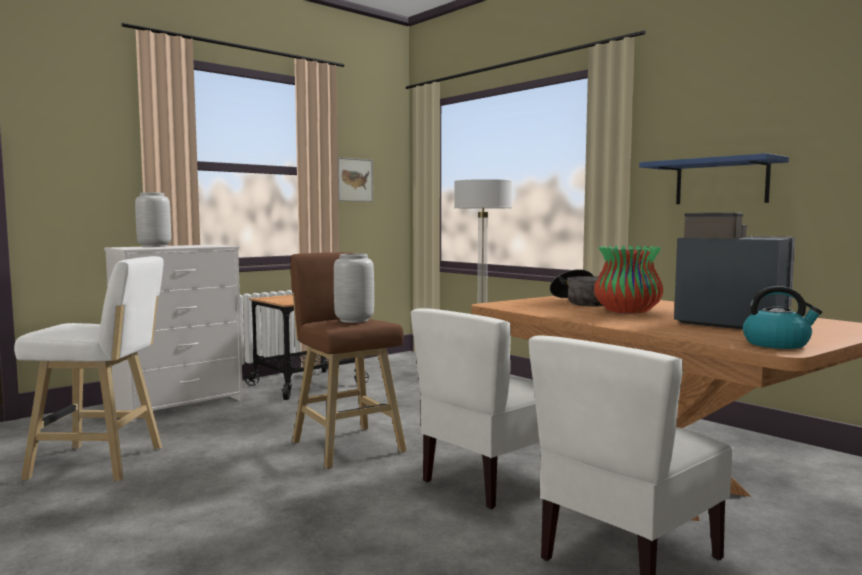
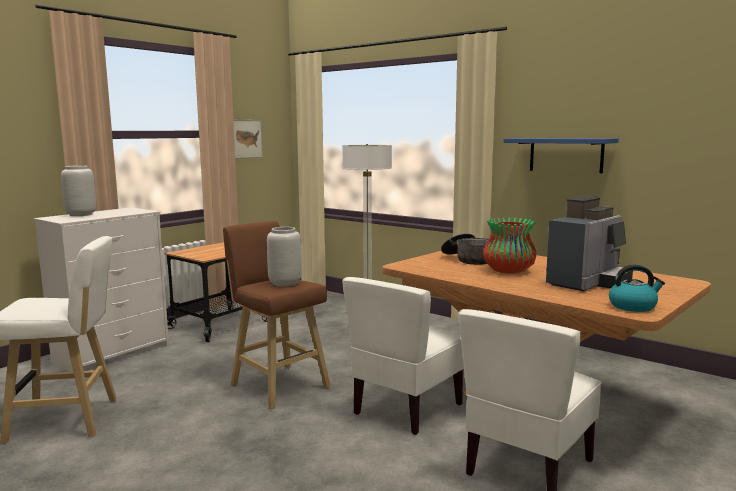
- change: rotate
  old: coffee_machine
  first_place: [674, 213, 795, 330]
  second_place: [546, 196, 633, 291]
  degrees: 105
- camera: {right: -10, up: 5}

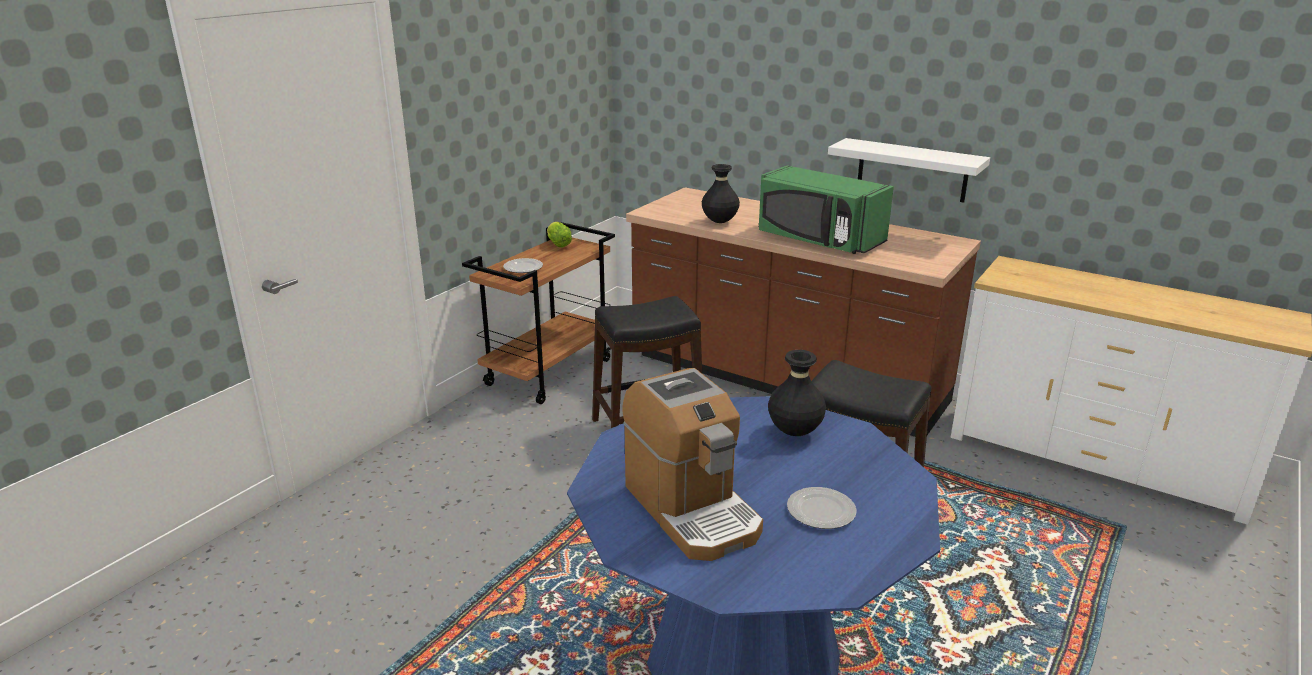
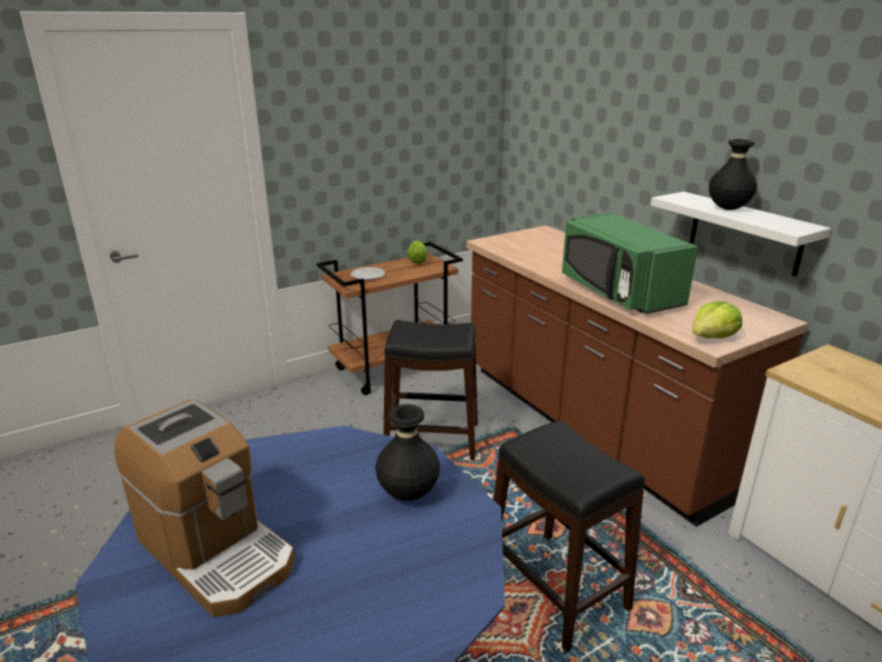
- change: rotate
  old: coffee_machine
  first_place: [623, 368, 763, 561]
  second_place: [114, 399, 295, 617]
  degrees: -45
- change: move
  old: black_vase
  first_place: [702, 164, 740, 223]
  second_place: [709, 139, 757, 210]
- change: delete
  old: plate
  first_place: [787, 487, 857, 529]
- change: insert
  new: lettuce
  second_place: [692, 301, 742, 338]
- camera: {right: 25, up: 0}

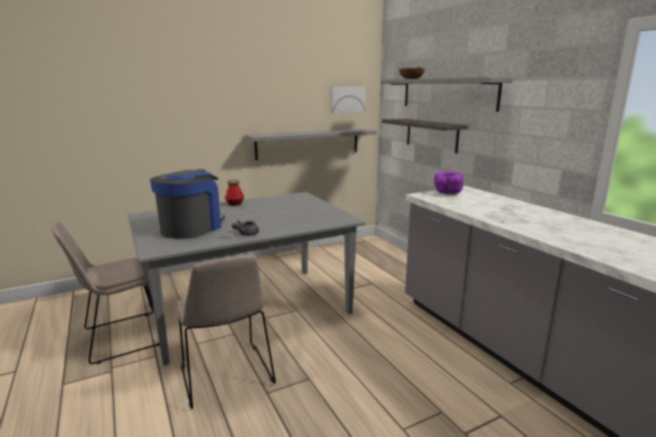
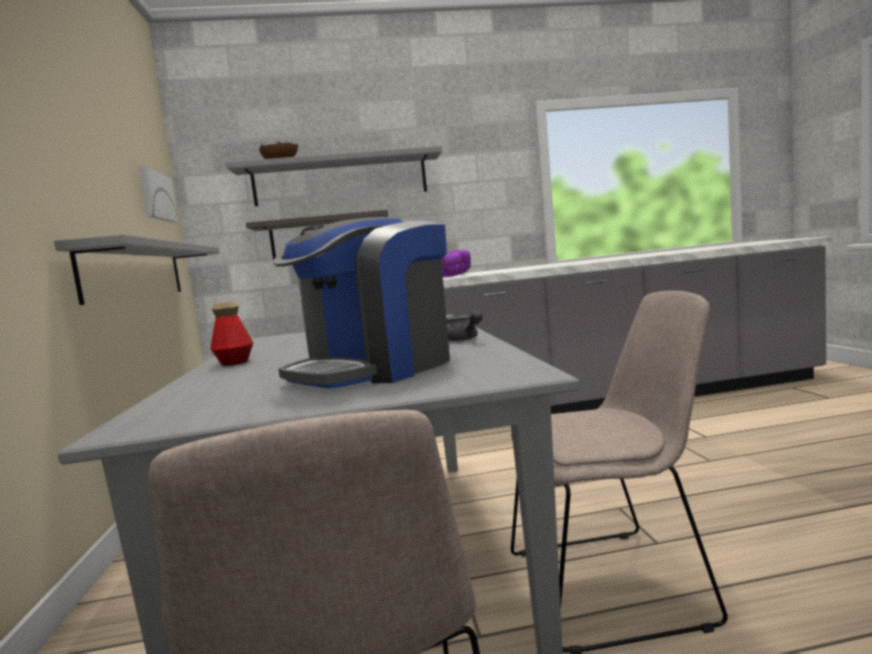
- change: rotate
  old: coffee_machine
  first_place: [150, 169, 225, 239]
  second_place: [273, 217, 450, 389]
  degrees: -90
- camera: {right: -70, up: -10}

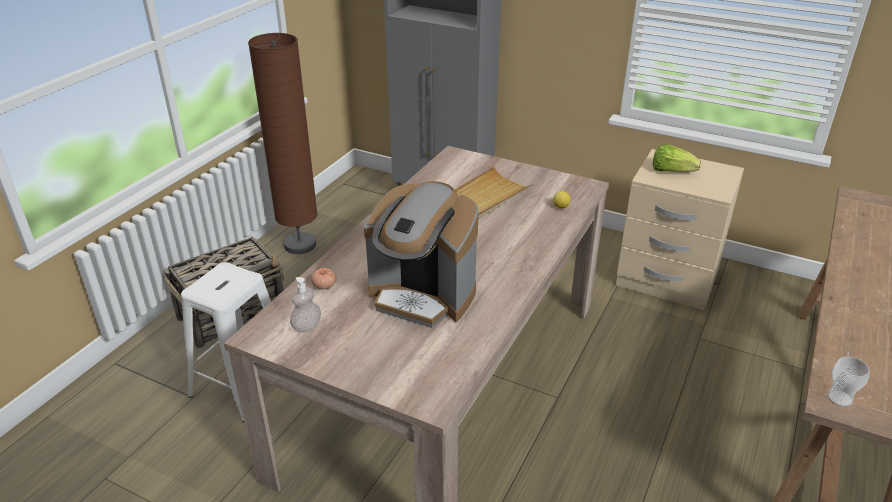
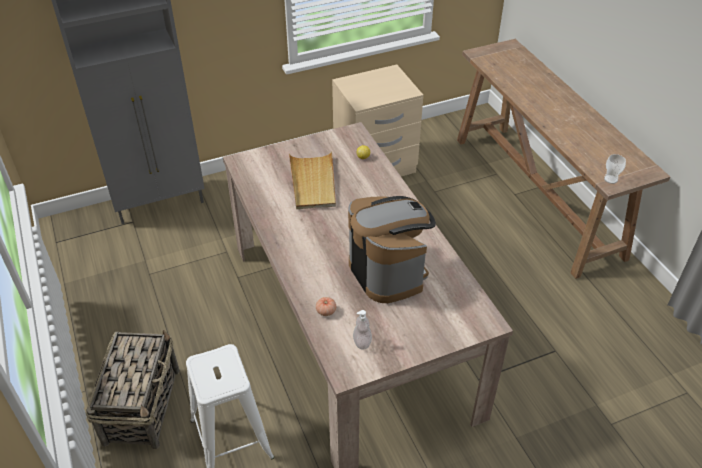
- change: delete
  old: brown_floor_lamp
  first_place: [248, 33, 318, 254]
- change: rotate
  old: coffee_machine
  first_place: [364, 181, 479, 328]
  second_place: [348, 196, 436, 303]
  degrees: -90
- change: delete
  old: lettuce
  first_place: [653, 144, 701, 172]
- camera: {right: -50, up: 10}

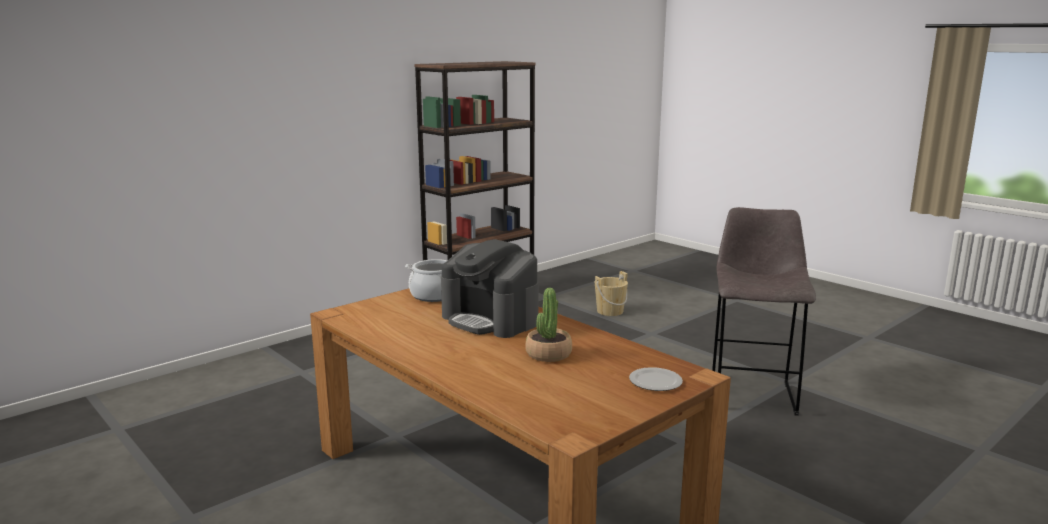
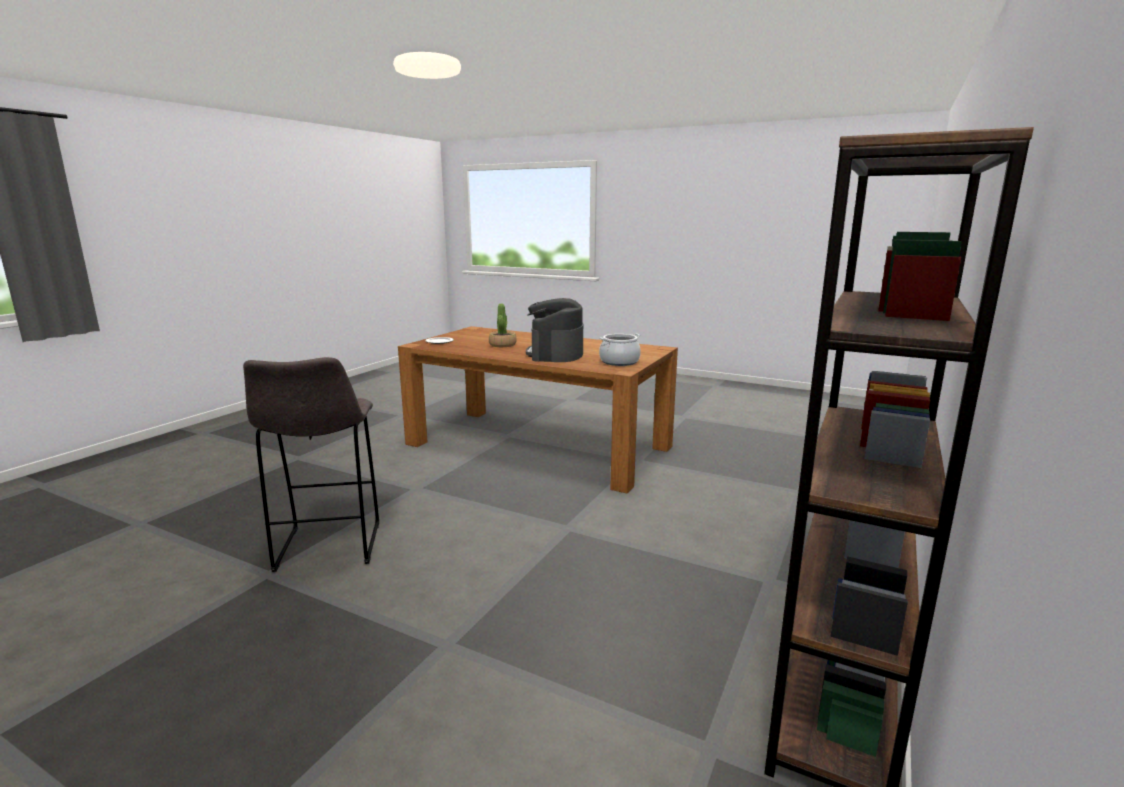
- change: rotate
  old: coffee_machine
  first_place: [441, 239, 539, 338]
  second_place: [526, 298, 583, 362]
  degrees: -105
- change: delete
  old: beige_bucket
  first_place: [595, 271, 628, 316]
- camera: {right: 160, up: 0}

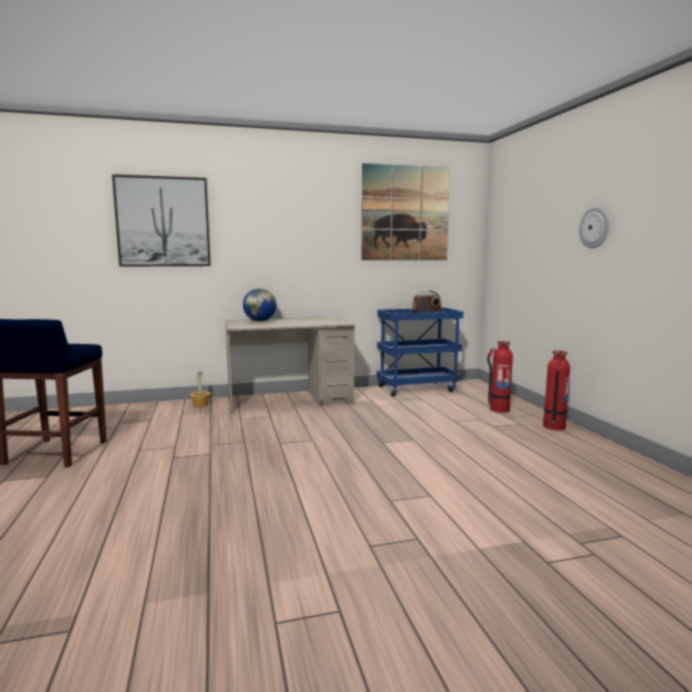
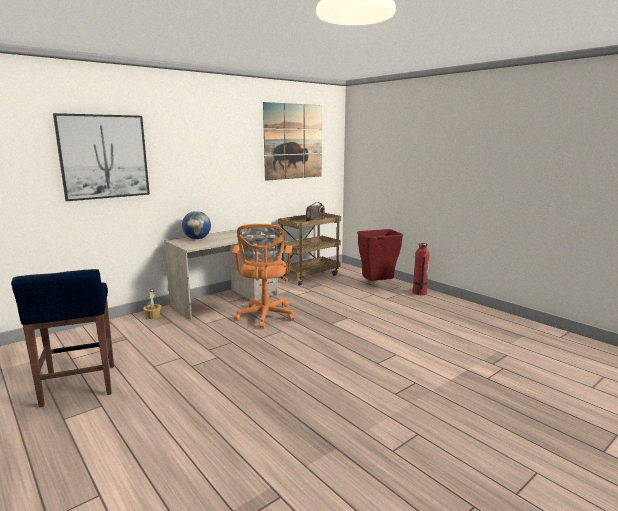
- change: recolor
  old: blue_cart
  new: brown_cart
  first_place: [377, 308, 463, 397]
  second_place: [278, 213, 341, 286]
- change: replace
  old: fire_extinguisher
  new: red_trash_can
  first_place: [487, 341, 513, 413]
  second_place: [357, 229, 403, 281]
- change: delete
  old: wall_clock
  first_place: [579, 207, 609, 248]
- change: insert
  new: orange_office_chair
  second_place: [232, 224, 294, 329]
- camera: {right: -25, up: 5}

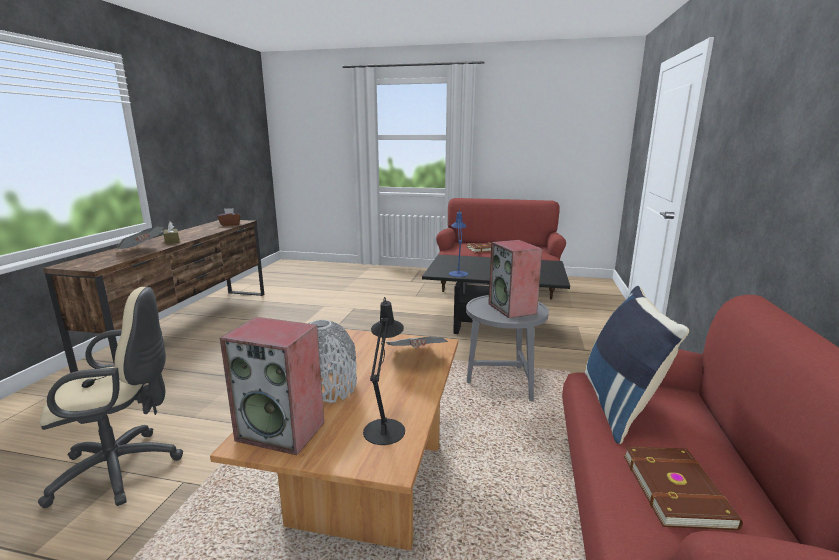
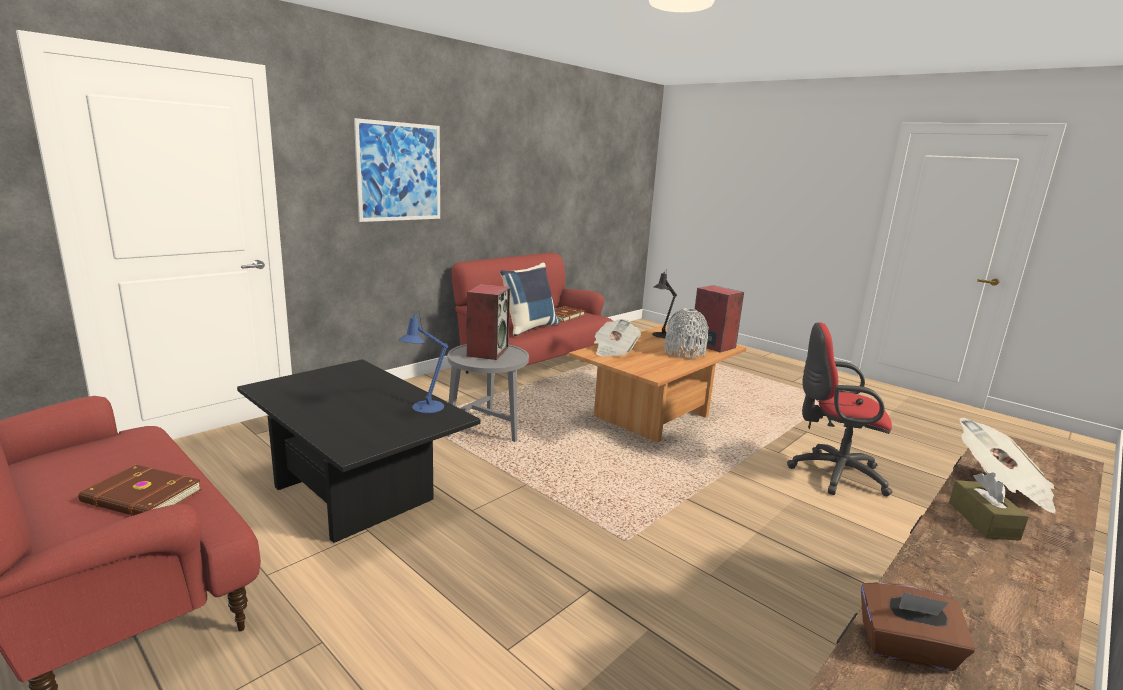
- change: recolor
  old: beige_office_chair
  new: red_office_chair
  first_place: [38, 287, 183, 508]
  second_place: [787, 322, 892, 496]
- change: insert
  new: picture
  second_place: [354, 118, 440, 222]
- camera: {right: -150, up: 0}

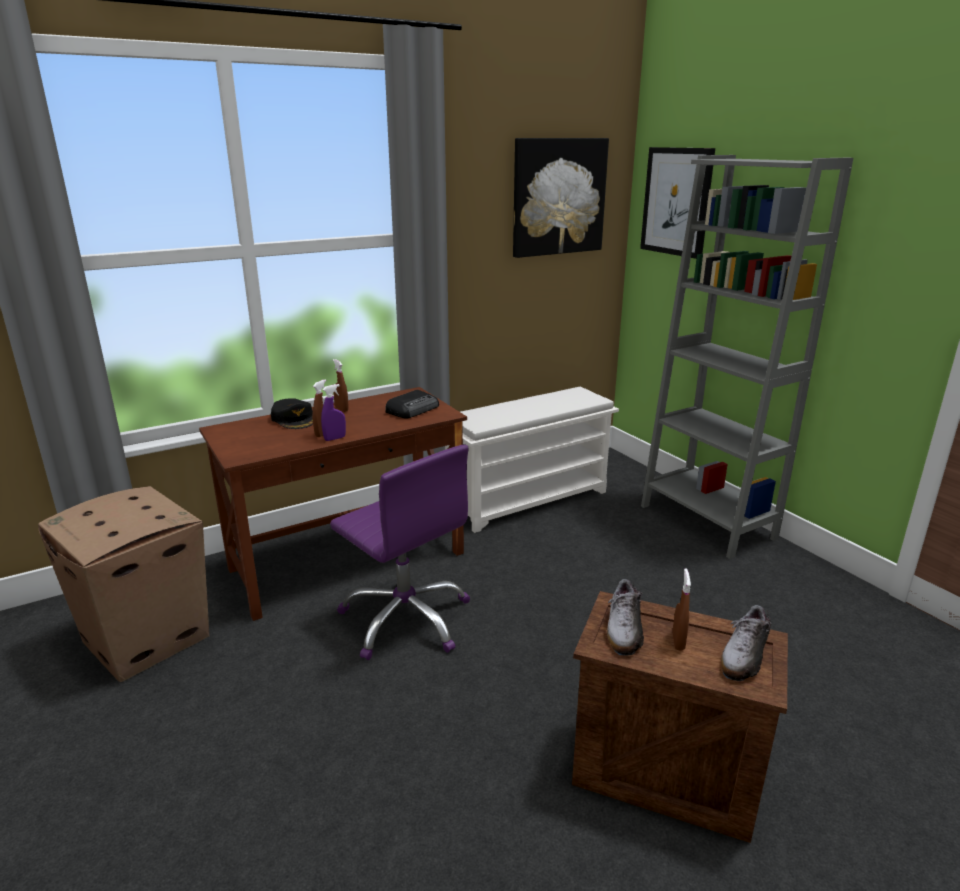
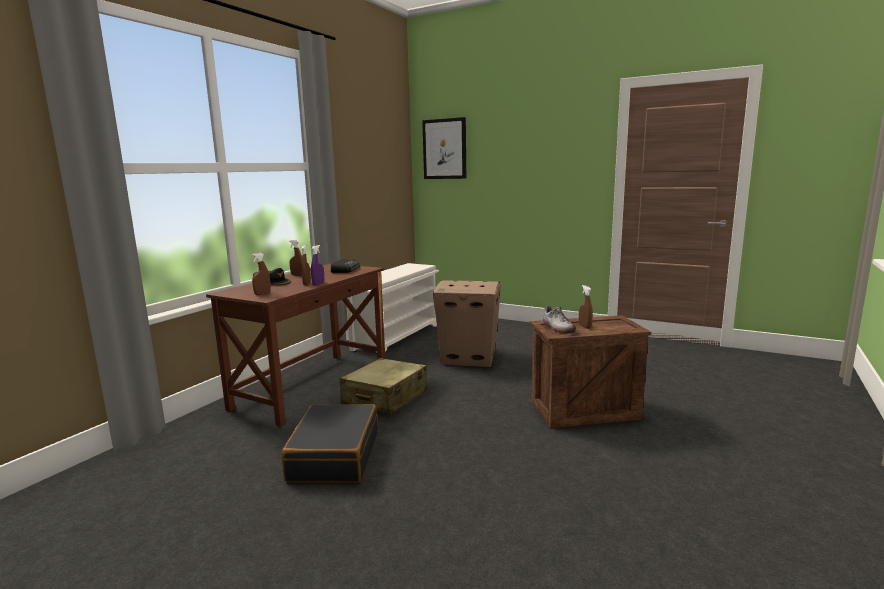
- change: move
  old: cardboard_box
  first_place: [38, 486, 210, 682]
  second_place: [433, 280, 501, 367]
- change: replace
  old: purple_office_chair
  new: beige_suitcase
  first_place: [330, 444, 470, 660]
  second_place: [339, 358, 427, 416]
- change: delete
  old: picture
  first_place: [513, 138, 609, 258]
- change: delete
  old: grey_bookcase
  first_place: [641, 155, 853, 559]
- change: delete
  old: shoe
  first_place: [721, 605, 777, 681]
- change: insert
  new: brown_spray_bottle
  second_place: [251, 253, 271, 295]
- change: insert
  new: black_suitcase
  second_place: [282, 404, 378, 483]
- camera: {right: -30, up: -10}

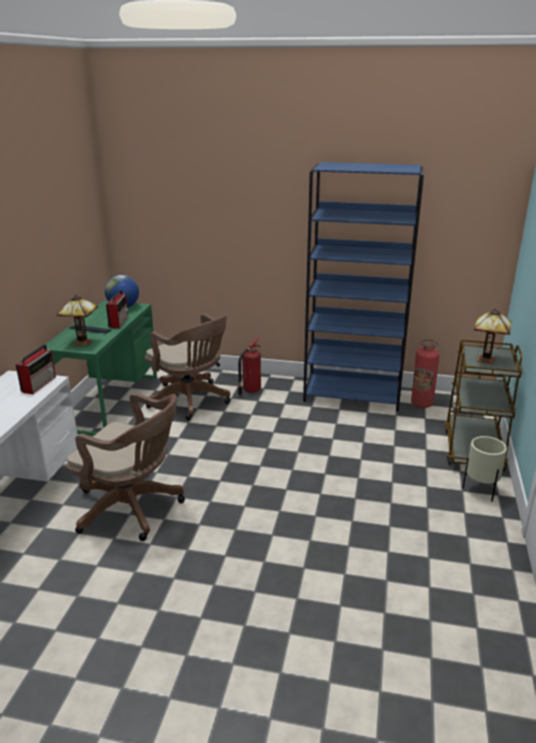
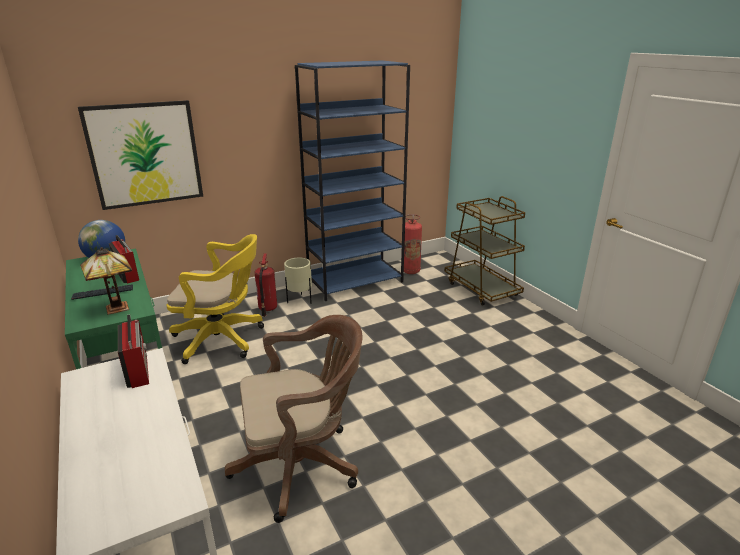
- change: recolor
  old: brown_office_chair
  new: yellow_office_chair
  first_place: [145, 314, 230, 421]
  second_place: [167, 234, 264, 364]
- change: move
  old: beige_planter
  first_place: [462, 436, 507, 502]
  second_place: [284, 258, 312, 304]
- change: delete
  old: table_lamp
  first_place: [474, 309, 512, 364]
- change: insert
  new: picture
  second_place: [78, 100, 203, 210]
- camera: {right: -40, up: 0}

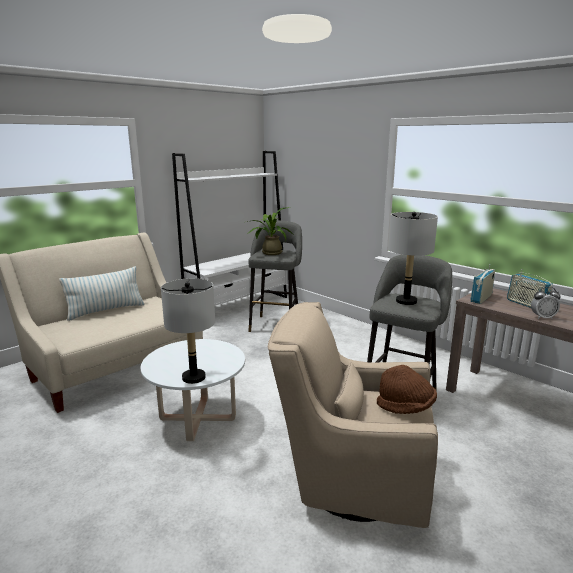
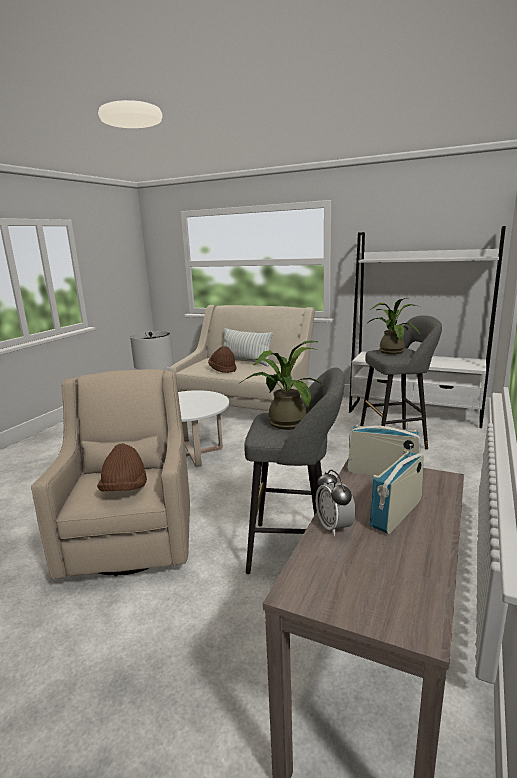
- change: replace
  old: grey_table_lamp
  new: potted_plant
  first_place: [388, 212, 438, 305]
  second_place: [238, 340, 327, 430]
- change: insert
  new: brown_hat
  second_place: [208, 346, 237, 373]
- camera: {right: 70, up: 0}

